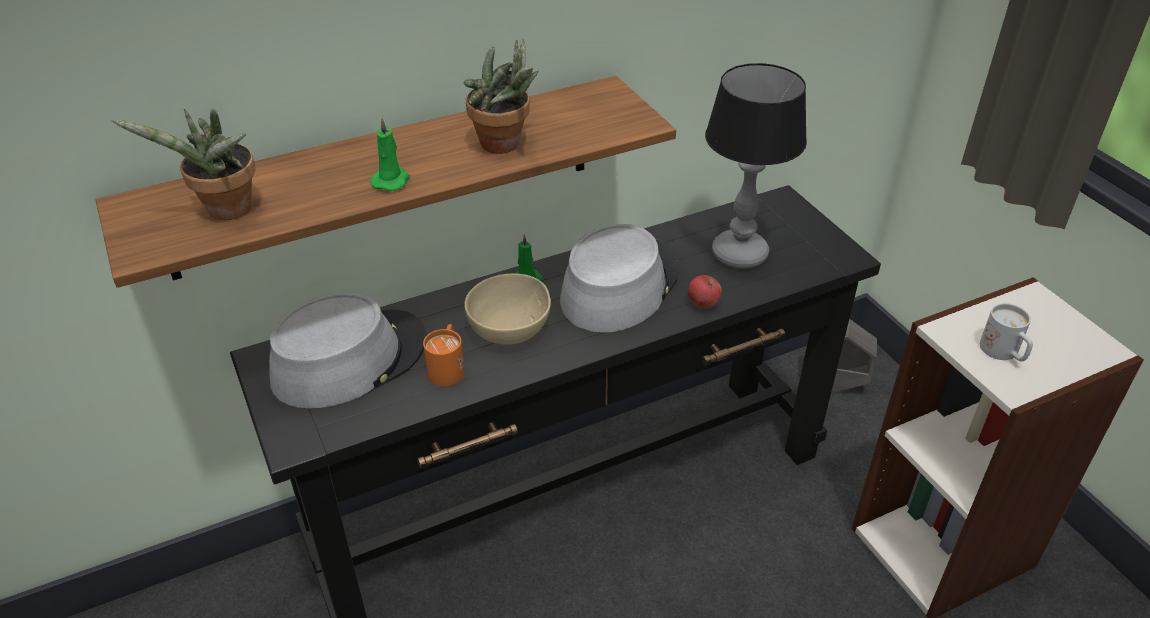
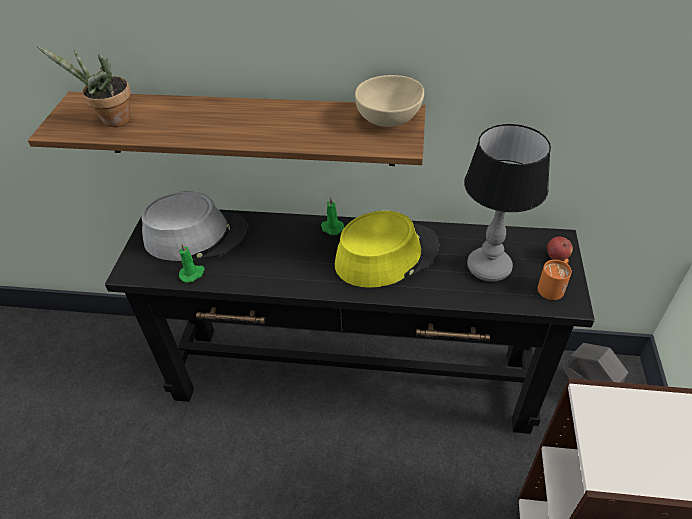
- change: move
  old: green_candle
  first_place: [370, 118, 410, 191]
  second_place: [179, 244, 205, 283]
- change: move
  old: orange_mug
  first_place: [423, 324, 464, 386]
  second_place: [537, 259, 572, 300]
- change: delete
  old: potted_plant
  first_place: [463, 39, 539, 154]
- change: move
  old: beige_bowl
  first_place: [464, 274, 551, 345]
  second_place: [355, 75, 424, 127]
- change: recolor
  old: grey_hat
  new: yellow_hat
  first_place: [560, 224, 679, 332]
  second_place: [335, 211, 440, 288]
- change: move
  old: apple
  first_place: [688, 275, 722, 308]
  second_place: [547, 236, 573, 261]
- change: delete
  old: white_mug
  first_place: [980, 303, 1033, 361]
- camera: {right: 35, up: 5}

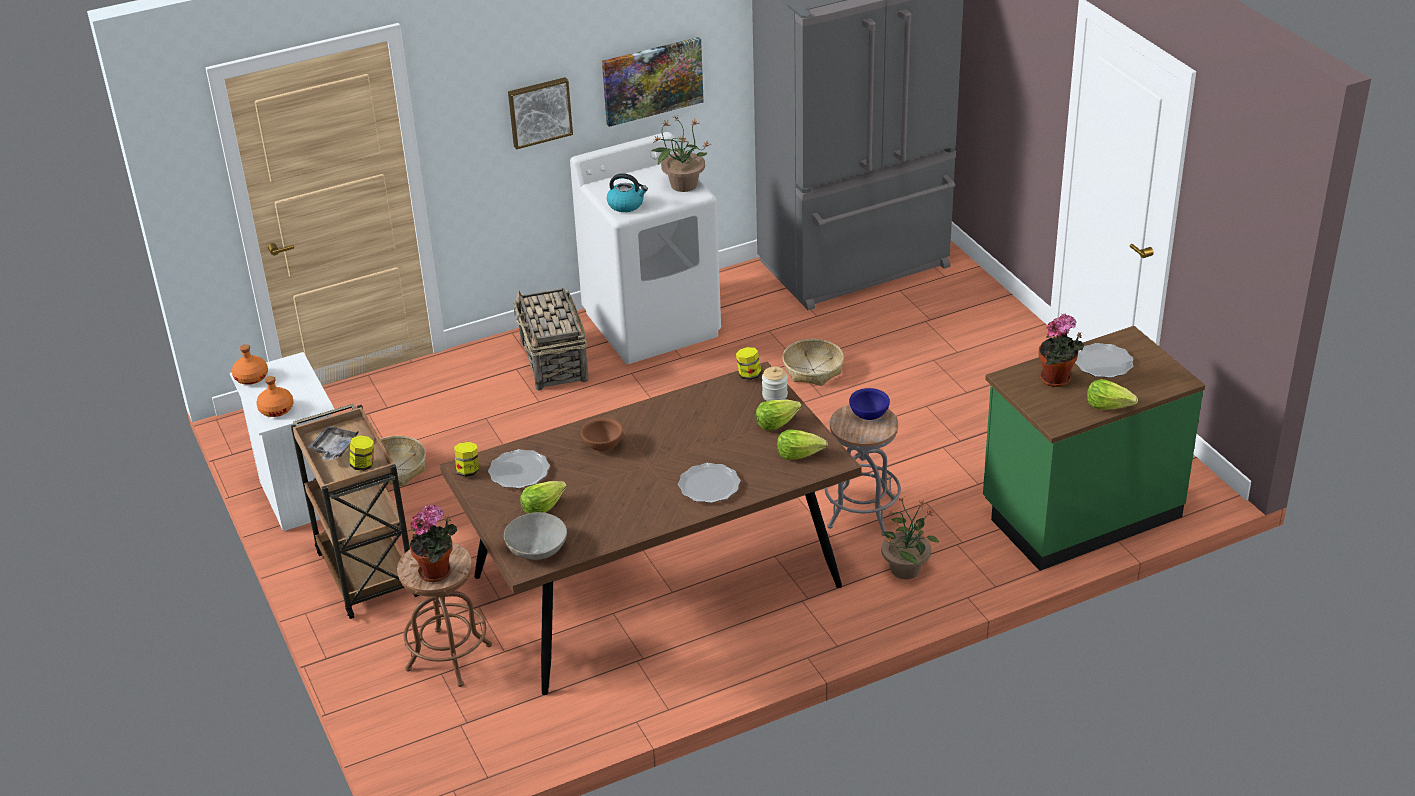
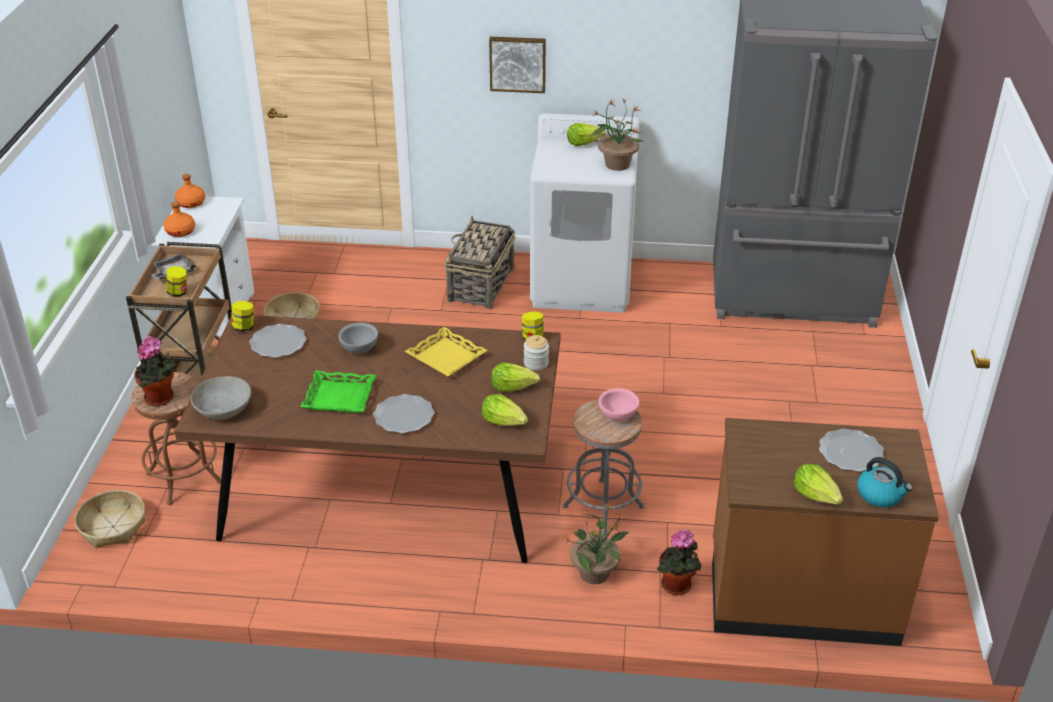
- change: move
  old: lettuce
  first_place: [521, 481, 567, 514]
  second_place: [567, 123, 606, 146]
- change: recolor
  old: brown_bowl
  new: grey_bowl
  first_place: [581, 418, 623, 451]
  second_place: [338, 323, 378, 354]
- change: delete
  old: picture
  first_place: [602, 37, 704, 127]
- change: move
  old: kettle
  first_place: [607, 173, 648, 212]
  second_place: [857, 457, 913, 507]
- change: move
  old: basket
  first_place: [782, 339, 844, 386]
  second_place: [75, 490, 146, 548]
- change: recolor
  old: blue_bowl
  new: pink_bowl
  first_place: [849, 388, 890, 420]
  second_place: [599, 388, 639, 421]
- change: recolor
  old: green_counter
  new: brown_counter
  first_place: [983, 326, 1205, 571]
  second_place: [712, 418, 939, 646]
- change: move
  old: potted_plant
  first_place: [1038, 313, 1084, 387]
  second_place: [657, 529, 702, 595]
- change: insert
  new: green_tray
  second_place: [301, 370, 376, 413]
- change: insert
  new: yellow_tray
  second_place: [405, 327, 488, 376]
- camera: {right: 30, up: 0}

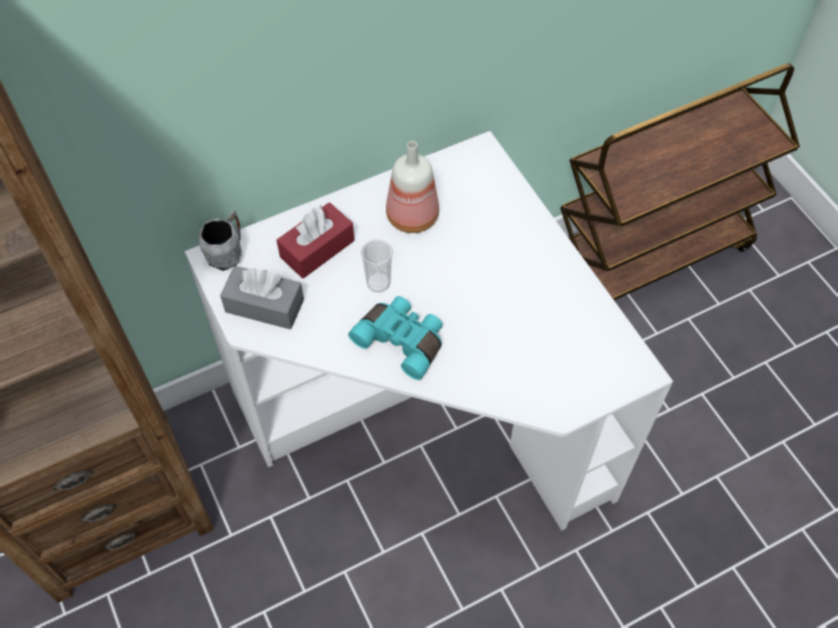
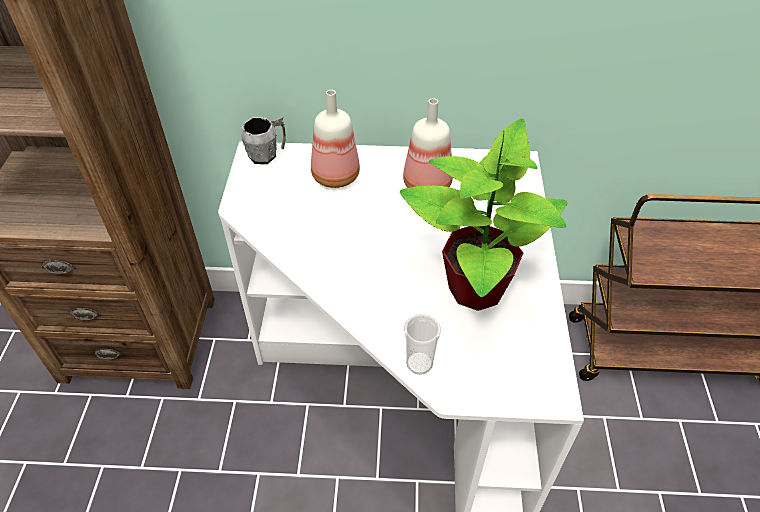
- change: delete
  old: grey_tissue_box
  first_place: [220, 266, 304, 330]
- change: replace
  old: red_tissue_box
  new: bottle
  first_place: [276, 202, 354, 279]
  second_place: [311, 90, 360, 188]
- change: delete
  old: turquoise_binoculars
  first_place: [348, 296, 443, 380]
- change: move
  old: cup
  first_place: [361, 239, 393, 292]
  second_place: [404, 314, 441, 375]
- change: insert
  new: potted_plant
  second_place: [400, 119, 567, 311]
- camera: {right: 30, up: -10}

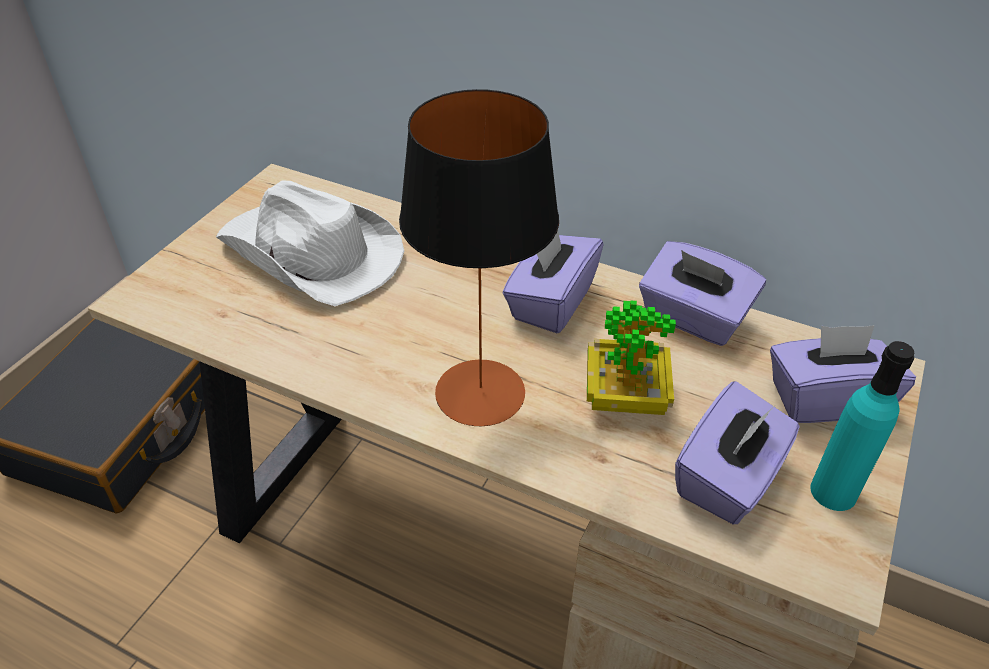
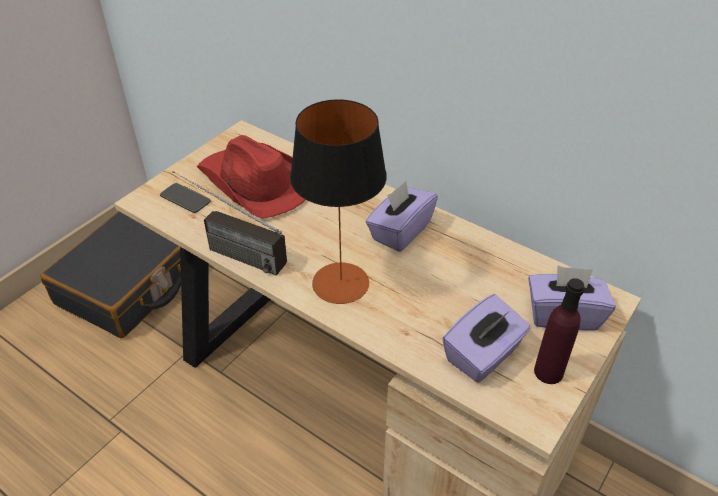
- change: recolor
  old: white_hat
  new: red_hat
  first_place: [216, 180, 404, 306]
  second_place: [197, 135, 306, 219]
- change: delete
  old: potted_plant
  first_place: [587, 301, 676, 415]
- change: delete
  old: purple_tissue_box
  first_place: [639, 241, 766, 346]
- change: recolor
  old: turquoise_bottle
  new: purple_bottle
  first_place: [810, 341, 914, 511]
  second_place: [534, 278, 585, 384]
- change: insert
  new: phone
  second_place: [160, 183, 211, 213]
- change: insert
  new: radio
  second_place: [172, 171, 287, 275]
- camera: {right: 10, up: 0}

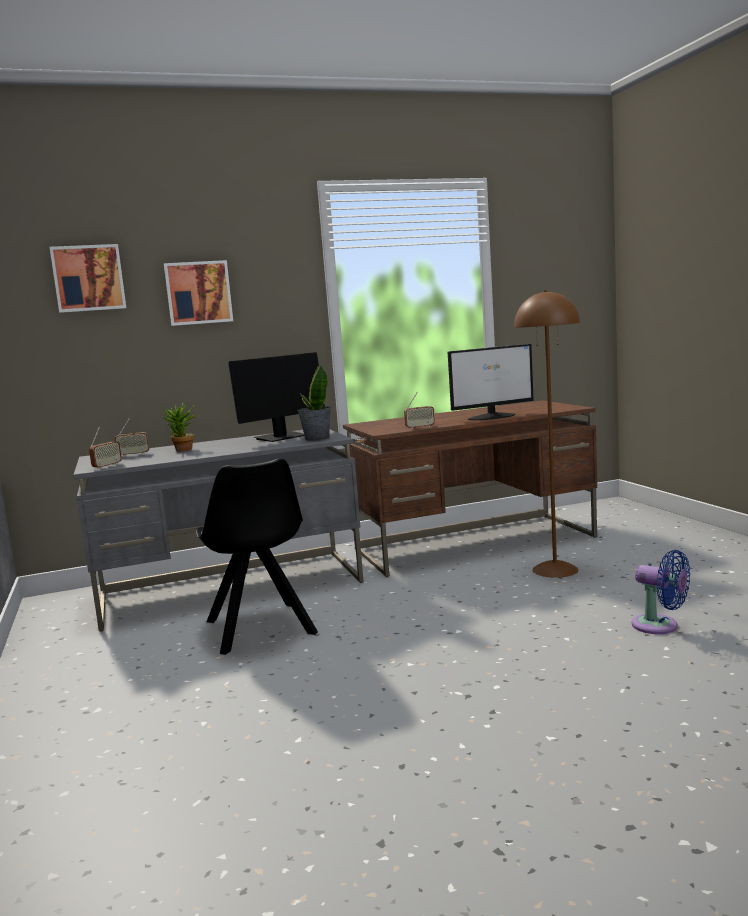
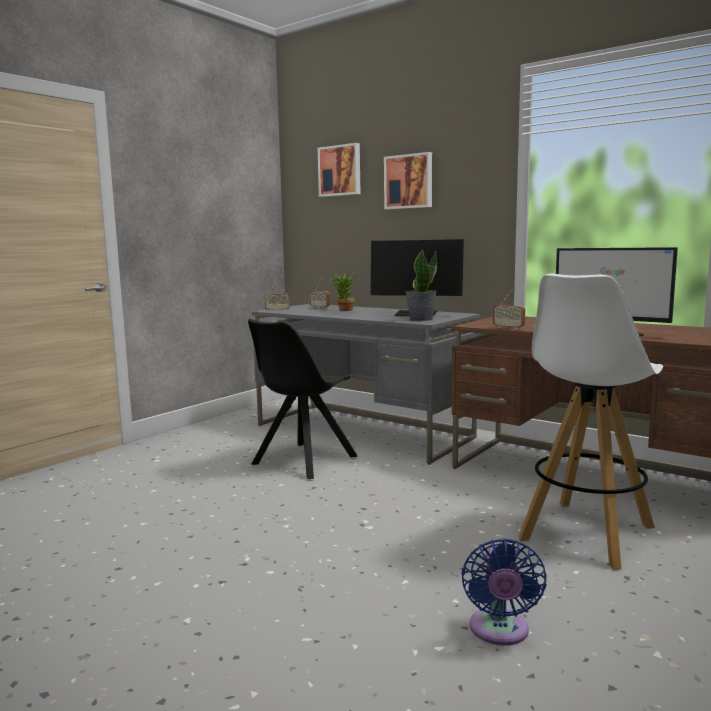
- change: replace
  old: brown_floor_lamp
  new: white_stool
  first_place: [514, 290, 580, 578]
  second_place: [518, 273, 663, 570]
- camera: {right: 55, up: 0}

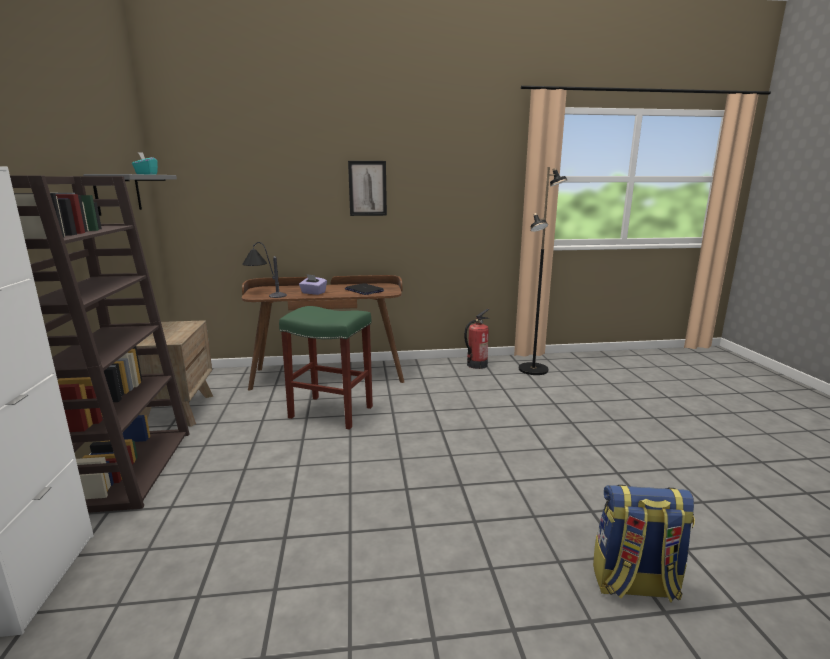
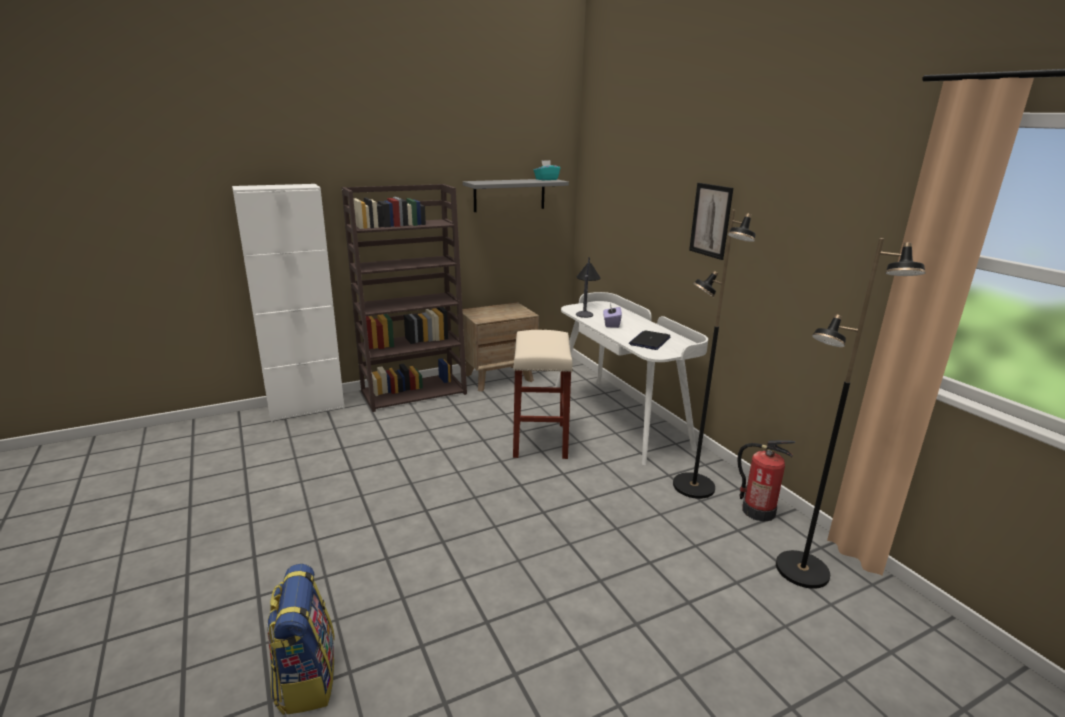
- change: recolor
  old: brown_desk
  new: white_desk
  first_place: [242, 275, 404, 391]
  second_place: [555, 292, 708, 465]
- change: recolor
  old: green_stool
  new: beige_stool
  first_place: [279, 306, 373, 430]
  second_place: [513, 330, 573, 459]
- change: insert
  new: black_floor_lamp
  second_place: [673, 210, 755, 499]
- camera: {right: 70, up: 5}

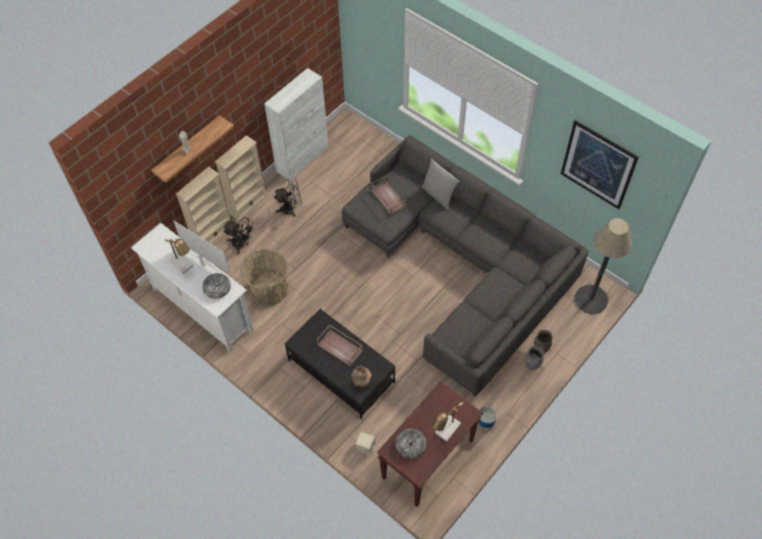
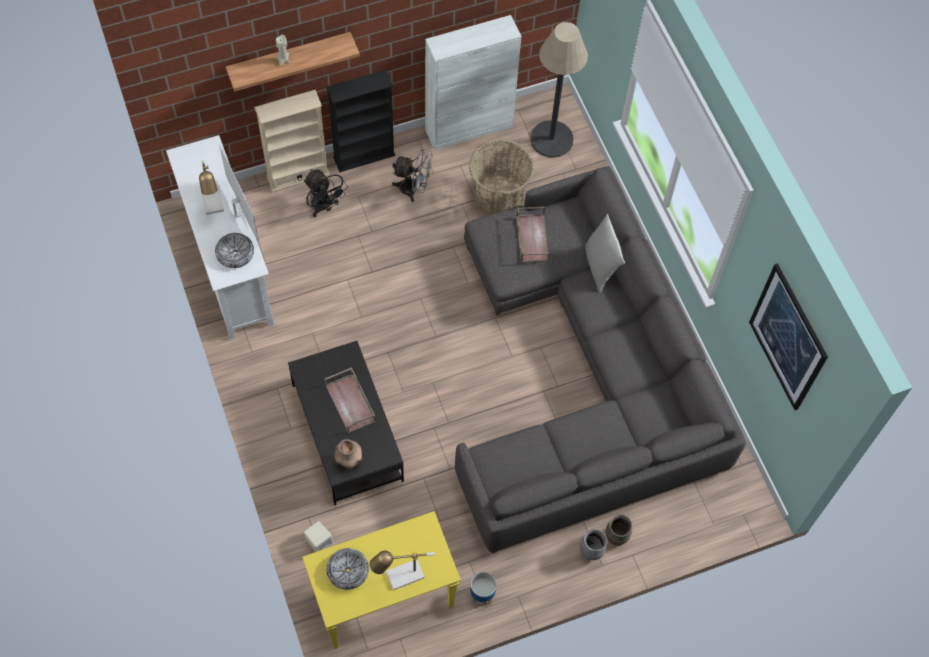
- change: recolor
  old: beige_bookcase
  new: black_bookcase
  first_place: [215, 135, 267, 220]
  second_place: [326, 70, 395, 172]
- change: move
  old: basket
  first_place: [240, 249, 288, 306]
  second_place: [469, 140, 534, 215]
- change: recolor
  old: brown_console_table
  new: yellow_console_table
  first_place: [377, 381, 483, 507]
  second_place: [302, 511, 461, 649]
- change: move
  old: floor_lamp
  first_place: [575, 218, 632, 314]
  second_place: [530, 22, 588, 157]
- camera: {right: 25, up: 5}

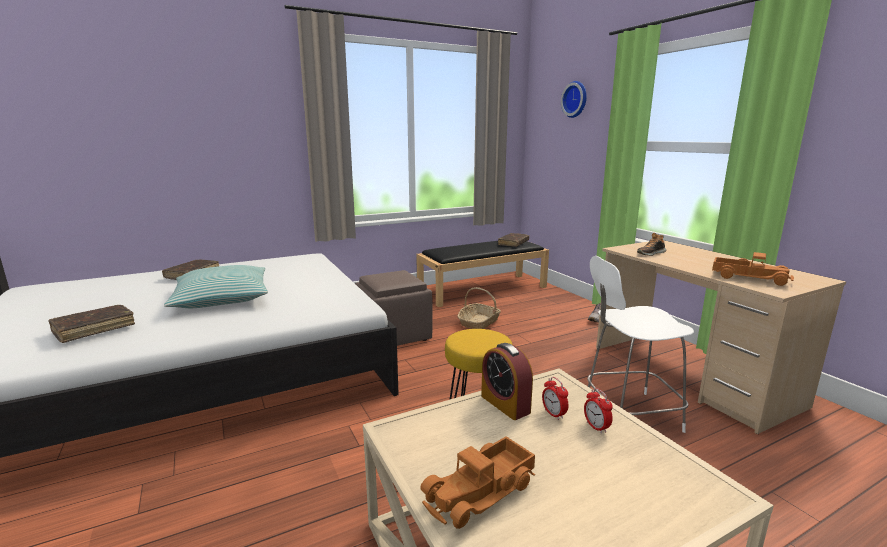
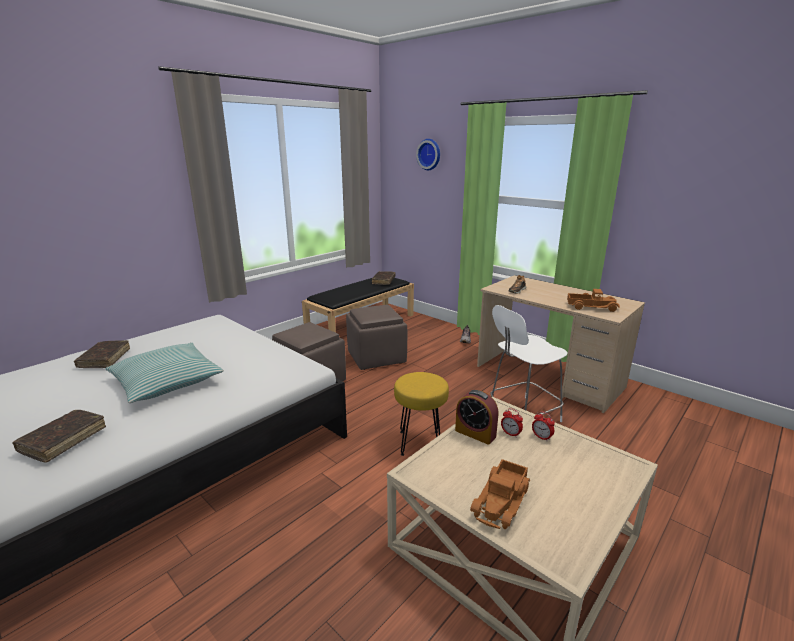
- change: replace
  old: basket
  new: brown_ottoman
  first_place: [458, 287, 501, 329]
  second_place: [346, 305, 407, 370]
- camera: {right: -20, up: 5}

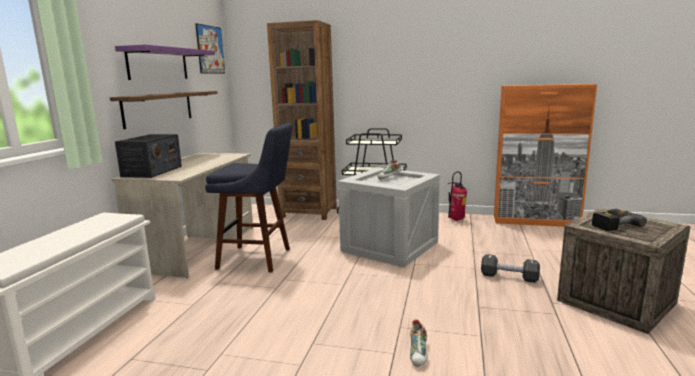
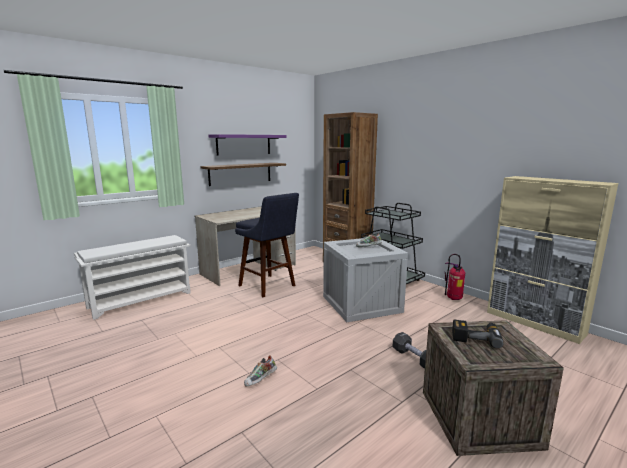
- change: delete
  old: radio
  first_place: [115, 134, 182, 178]
- change: delete
  old: picture
  first_place: [195, 23, 225, 74]
- change: recolor
  old: orange_cabinet
  new: beige_cabinet
  first_place: [494, 84, 597, 227]
  second_place: [487, 176, 618, 344]
- camera: {right: 35, up: 0}

